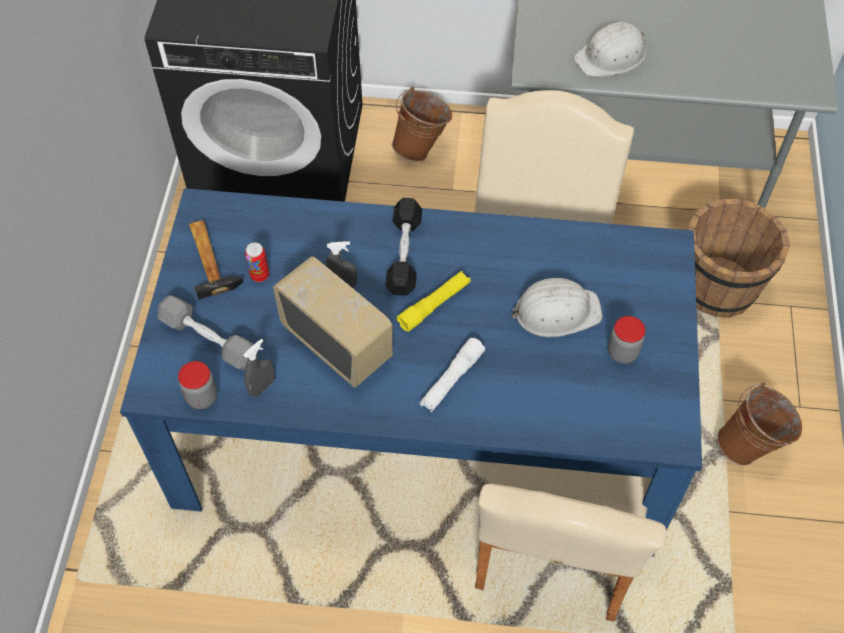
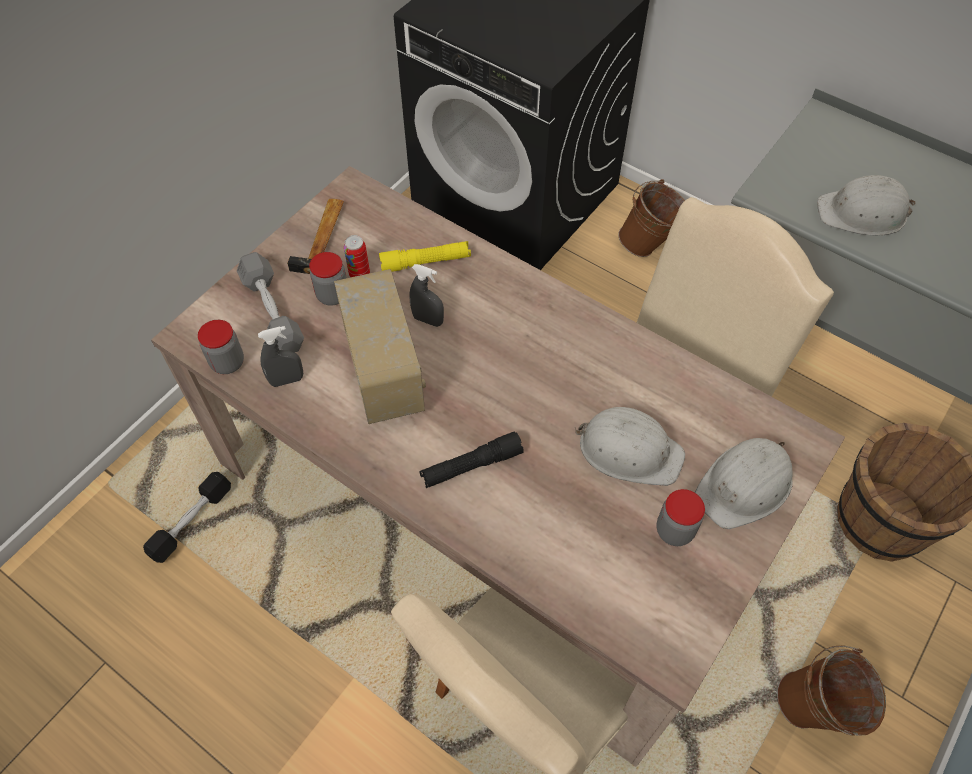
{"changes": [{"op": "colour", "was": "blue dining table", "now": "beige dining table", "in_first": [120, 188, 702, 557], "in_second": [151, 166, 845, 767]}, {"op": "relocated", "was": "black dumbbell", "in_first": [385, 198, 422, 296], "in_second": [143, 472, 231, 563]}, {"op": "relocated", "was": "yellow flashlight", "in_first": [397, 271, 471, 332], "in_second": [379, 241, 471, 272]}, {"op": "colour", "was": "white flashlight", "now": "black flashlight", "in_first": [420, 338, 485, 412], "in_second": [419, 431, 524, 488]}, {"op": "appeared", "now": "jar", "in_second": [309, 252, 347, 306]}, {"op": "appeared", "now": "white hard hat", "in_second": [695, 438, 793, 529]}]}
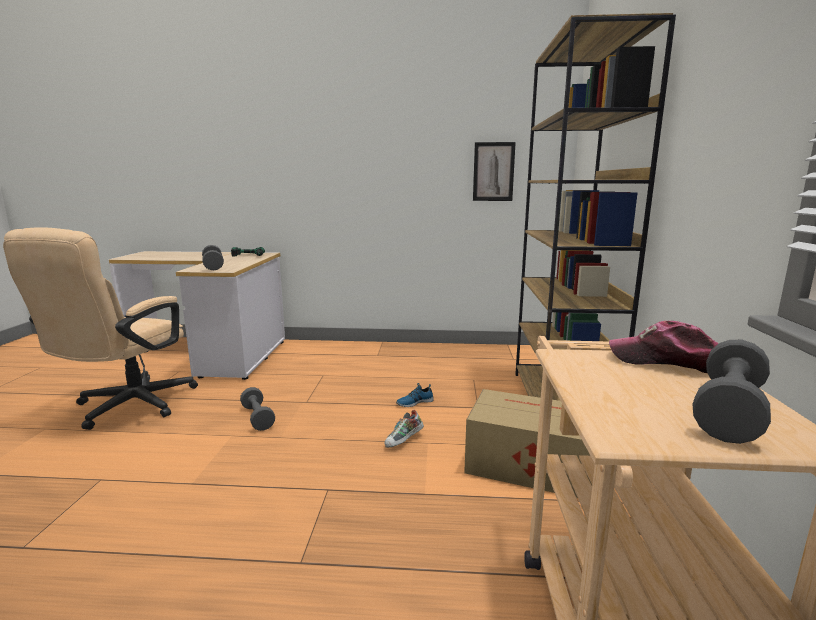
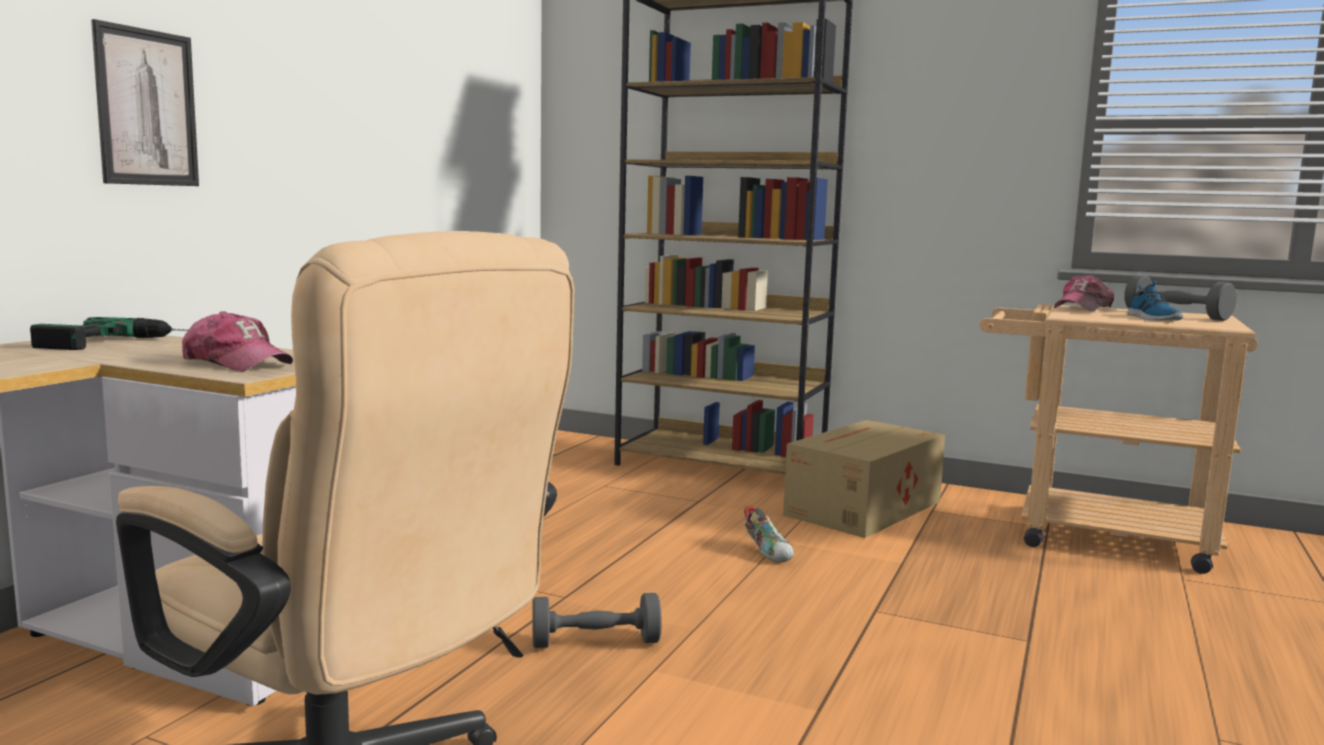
{"changes": [{"op": "relocated", "was": "picture", "in_first": [473, 142, 516, 201], "in_second": [91, 19, 199, 186]}, {"op": "exchanged", "was": "grey dumbbell", "now": "cap", "in_first": [202, 245, 224, 270], "in_second": [182, 311, 293, 371]}, {"op": "relocated", "was": "shoe", "in_first": [396, 383, 434, 407], "in_second": [1127, 280, 1183, 321]}]}
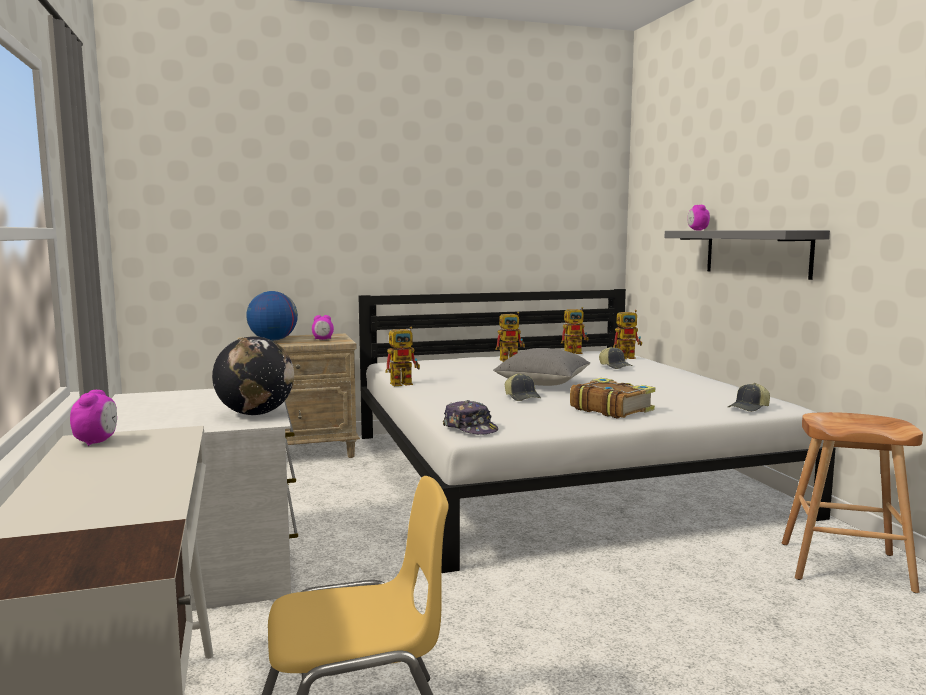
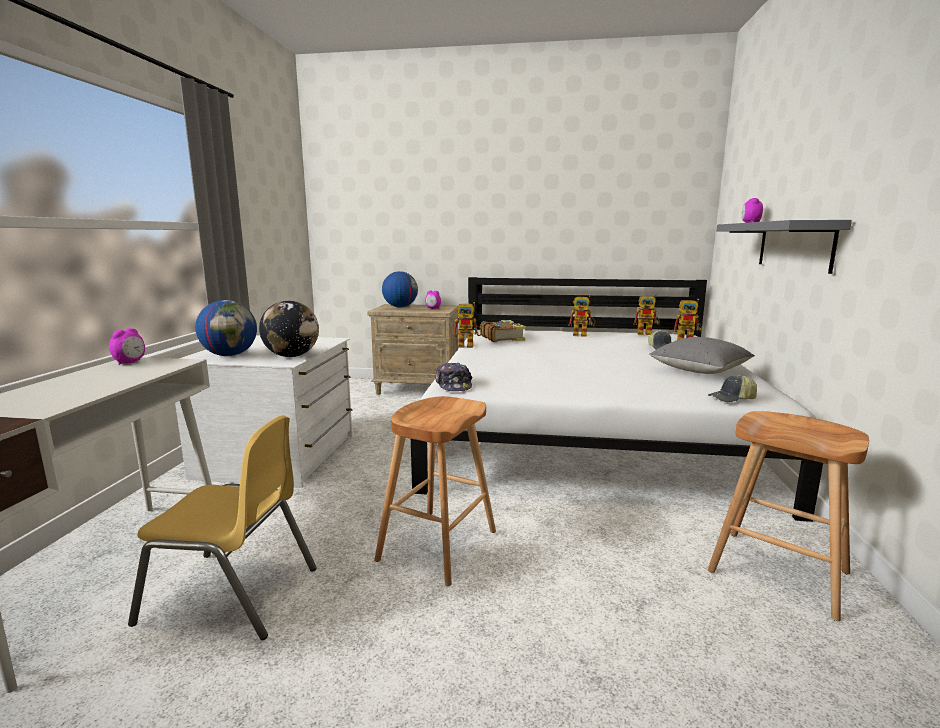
{"changes": [{"op": "relocated", "was": "grey pillow", "in_first": [493, 348, 590, 386], "in_second": [649, 337, 755, 374]}, {"op": "missing", "was": "cap", "in_first": [505, 373, 541, 401]}, {"op": "relocated", "was": "book", "in_first": [570, 378, 655, 418], "in_second": [480, 320, 526, 342]}, {"op": "appeared", "now": "globe", "in_second": [195, 300, 257, 356]}, {"op": "appeared", "now": "brown stool", "in_second": [374, 396, 496, 586]}]}
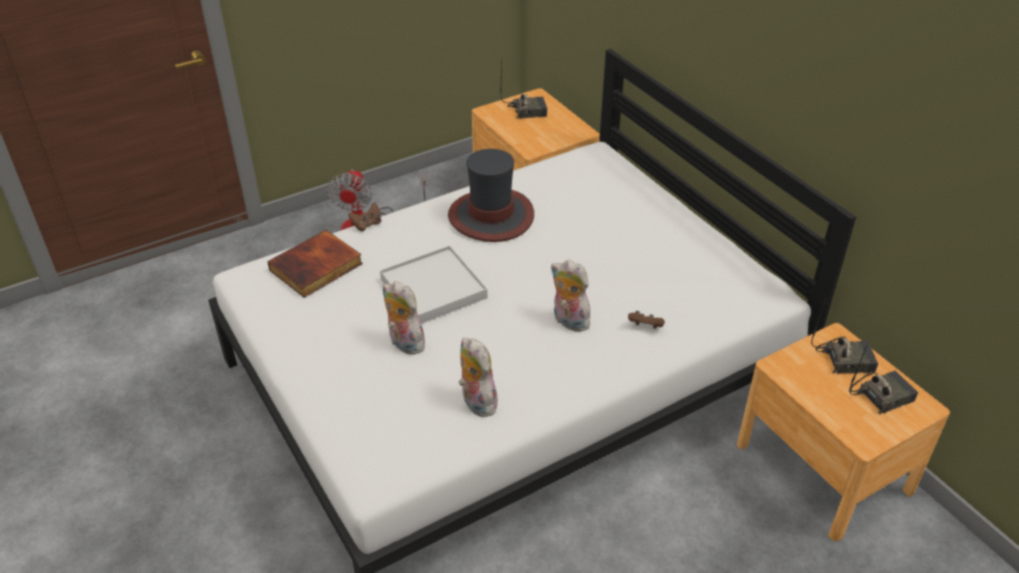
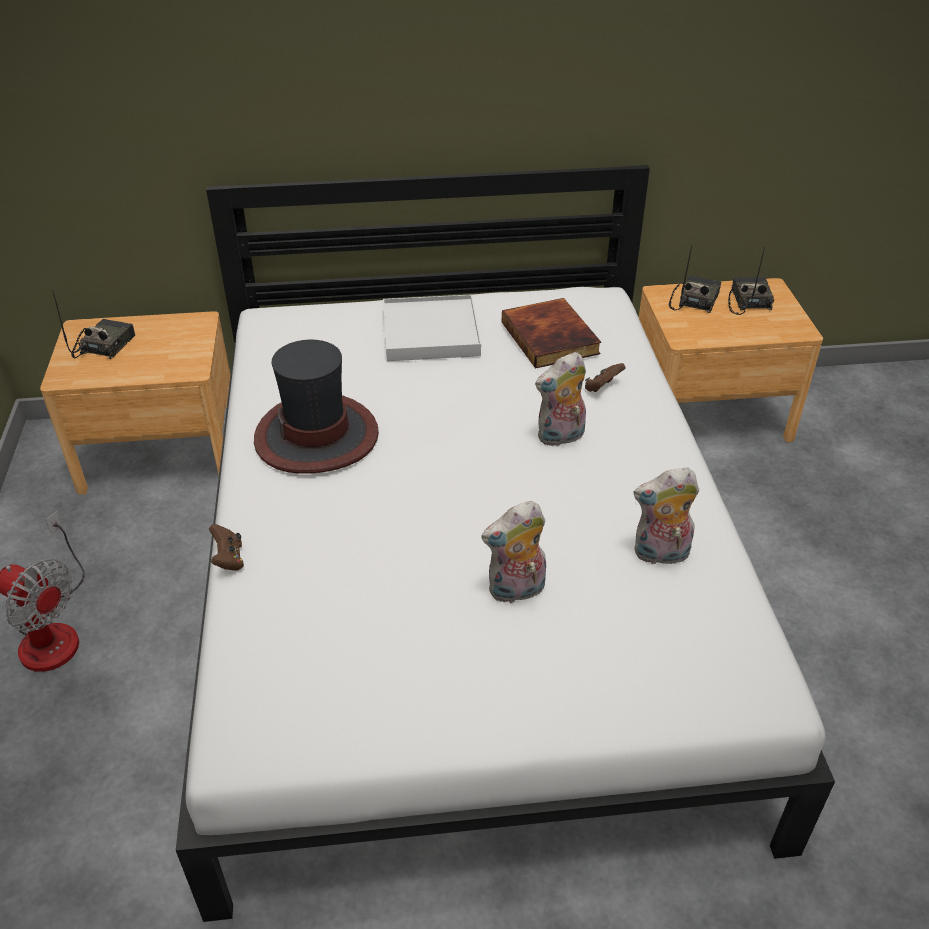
{"changes": [{"op": "relocated", "was": "book", "in_first": [267, 230, 363, 298], "in_second": [502, 298, 601, 369]}, {"op": "relocated", "was": "white tray", "in_first": [380, 245, 488, 324], "in_second": [383, 294, 481, 361]}]}
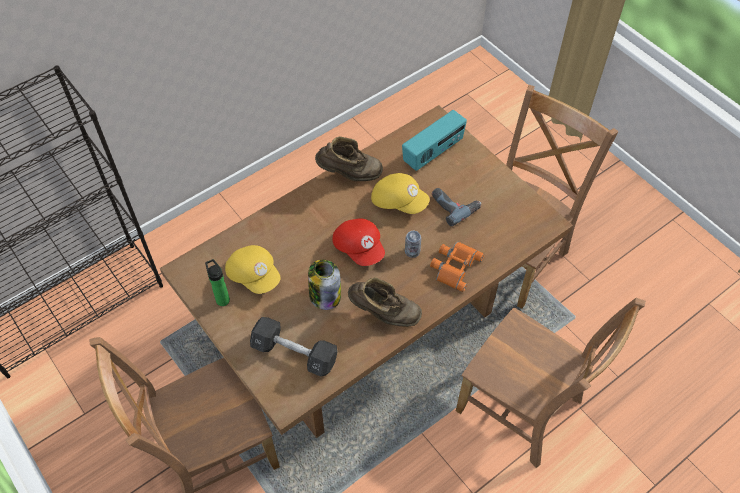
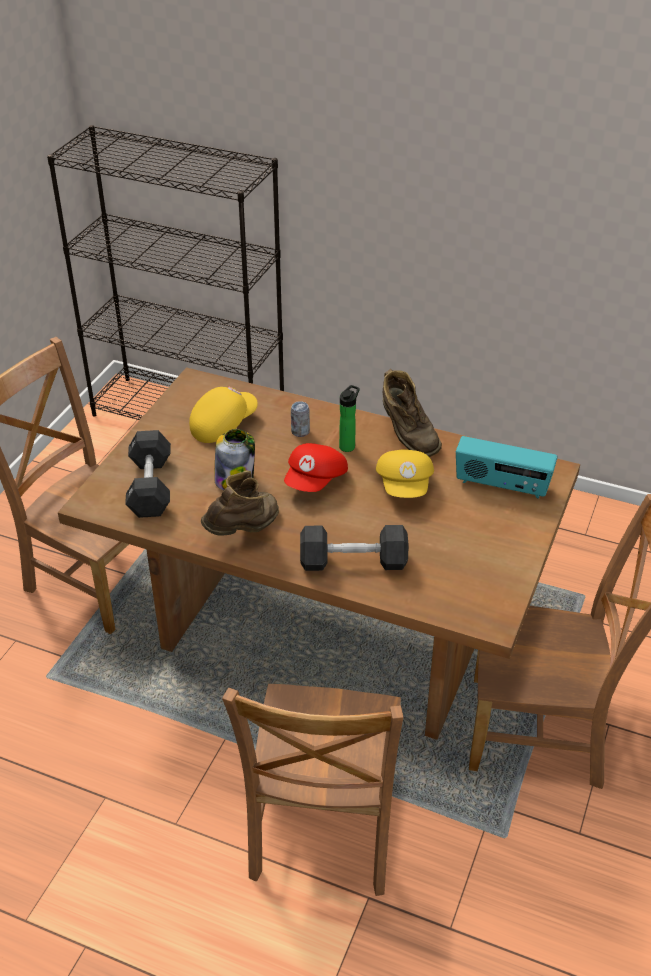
{"changes": [{"op": "missing", "was": "power drill", "in_first": [432, 188, 481, 226]}, {"op": "relocated", "was": "can", "in_first": [405, 231, 421, 258], "in_second": [291, 401, 310, 437]}, {"op": "exchanged", "was": "orange binoculars", "now": "black dumbbell", "in_first": [430, 242, 484, 292], "in_second": [300, 525, 408, 571]}, {"op": "spun", "was": "yellow cap", "in_first": [225, 245, 281, 294], "in_second": [189, 386, 258, 443], "clockwise": -150}, {"op": "relocated", "was": "bottle", "in_first": [205, 259, 230, 306], "in_second": [339, 385, 360, 452]}, {"op": "spun", "was": "brown boot", "in_first": [348, 277, 422, 327], "in_second": [201, 470, 279, 535], "clockwise": -120}]}
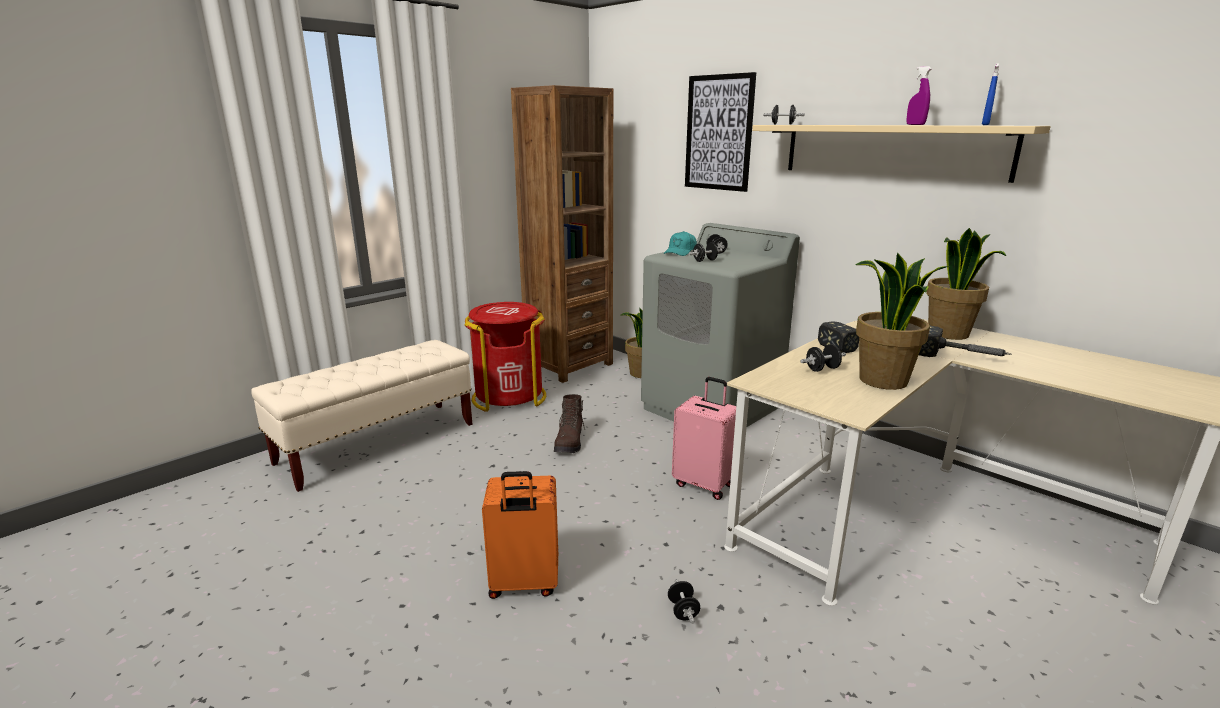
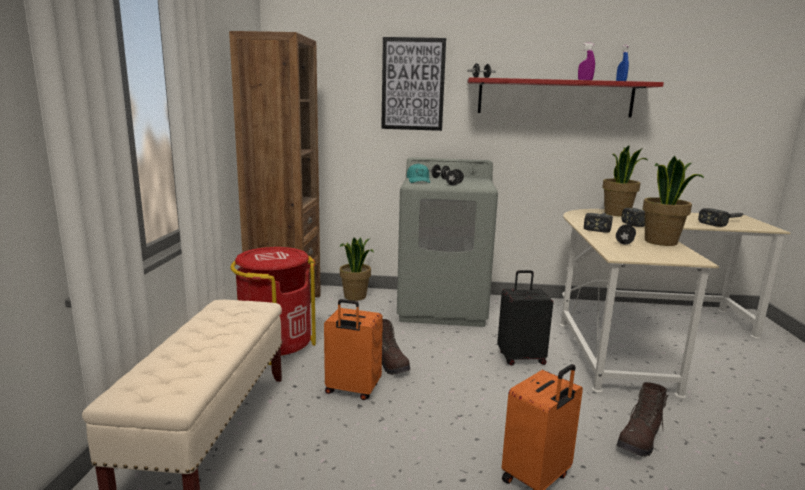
{"changes": [{"op": "colour", "was": "beige shelf", "now": "red shelf", "in_first": [752, 125, 1051, 183], "in_second": [467, 77, 664, 117]}, {"op": "colour", "was": "pink suitcase", "now": "black suitcase", "in_first": [672, 377, 736, 500], "in_second": [497, 270, 553, 365]}, {"op": "exchanged", "was": "black dumbbell", "now": "brown boot", "in_first": [668, 579, 700, 624], "in_second": [616, 382, 668, 457]}, {"op": "appeared", "now": "hammer", "in_second": [698, 208, 744, 227]}, {"op": "appeared", "now": "orange suitcase", "in_second": [324, 299, 383, 400]}]}
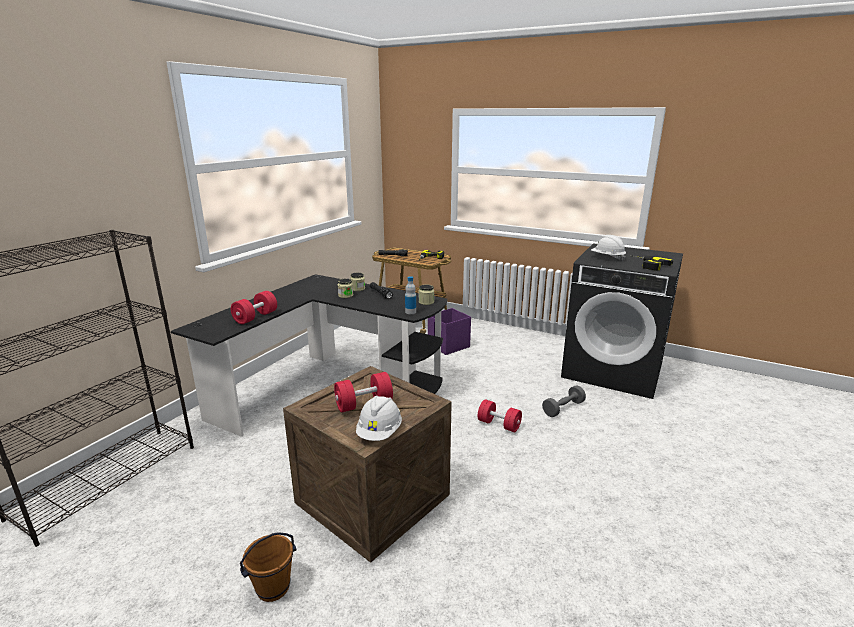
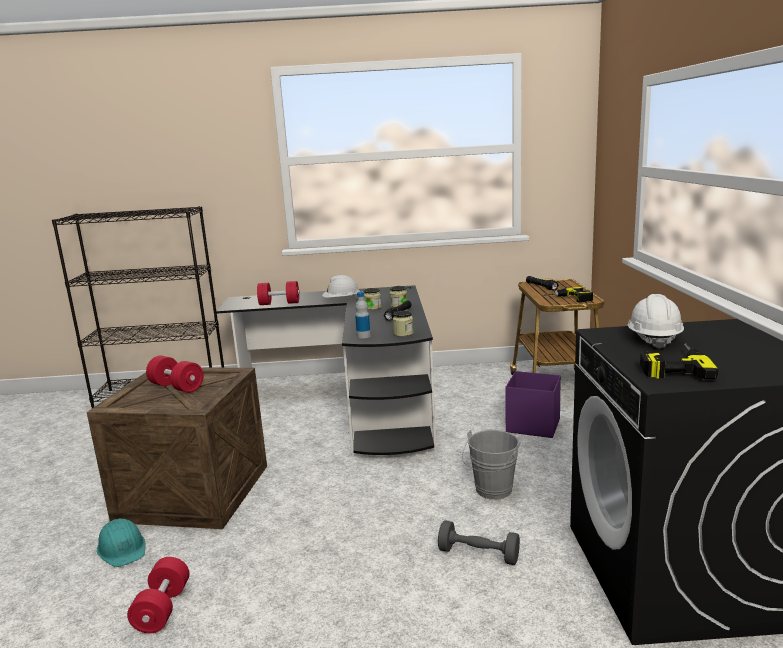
{"changes": [{"op": "relocated", "was": "white hard hat", "in_first": [356, 396, 402, 441], "in_second": [322, 275, 360, 299]}, {"op": "relocated", "was": "red dumbbell", "in_first": [478, 399, 522, 432], "in_second": [127, 557, 190, 633]}, {"op": "missing", "was": "brown bucket", "in_first": [240, 532, 296, 602]}, {"op": "appeared", "now": "grey bucket", "in_second": [462, 430, 520, 500]}, {"op": "appeared", "now": "turquoise hard hat", "in_second": [97, 518, 146, 567]}]}
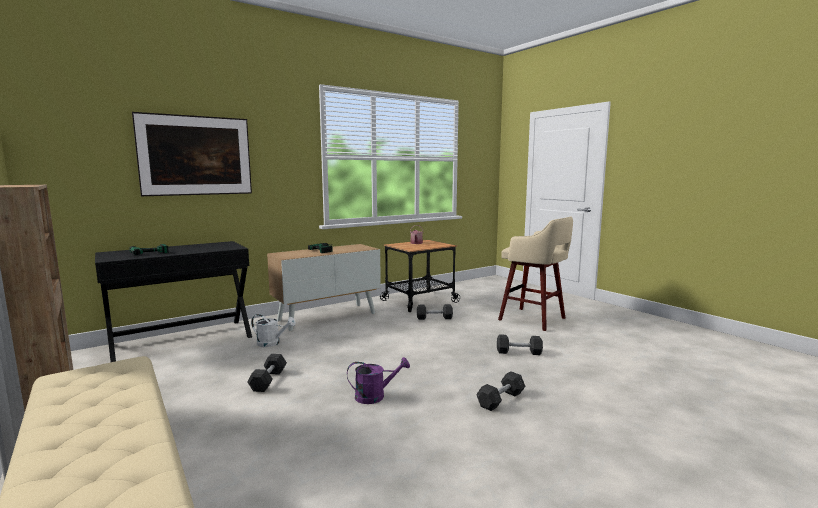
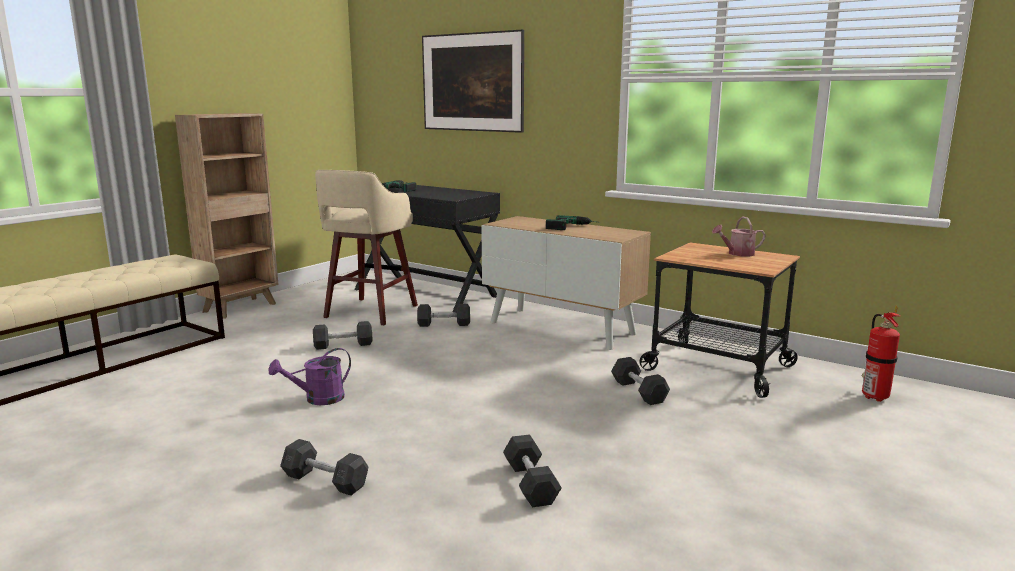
{"changes": [{"op": "relocated", "was": "beige stool", "in_first": [498, 216, 573, 331], "in_second": [315, 170, 418, 325]}, {"op": "exchanged", "was": "white watering can", "now": "grey dumbbell", "in_first": [251, 314, 296, 347], "in_second": [417, 304, 470, 327]}, {"op": "spun", "was": "purple watering can", "in_first": [347, 357, 410, 404], "in_second": [269, 348, 351, 405], "clockwise": 90}, {"op": "appeared", "now": "fire extinguisher", "in_second": [862, 306, 901, 402]}]}
